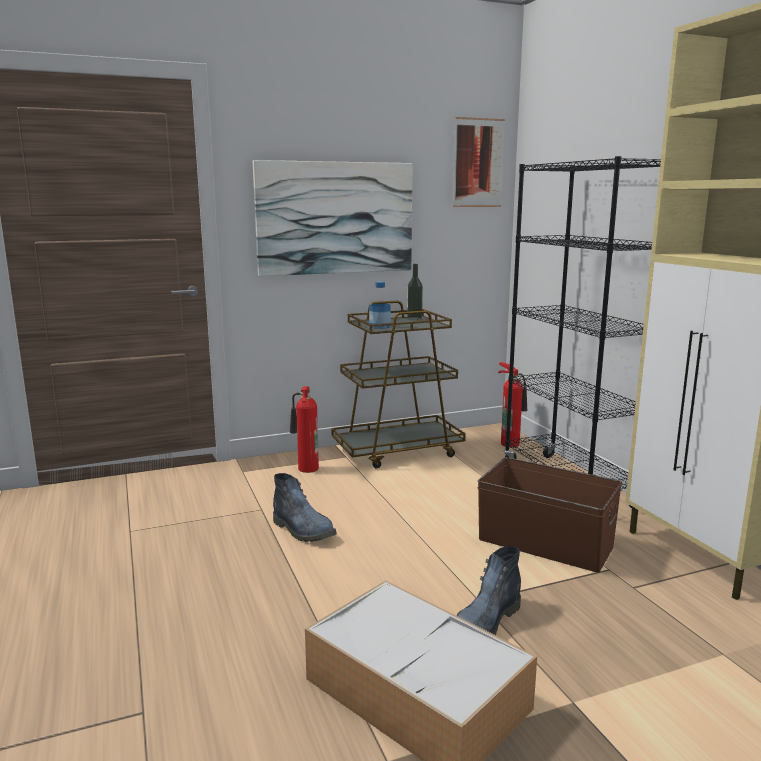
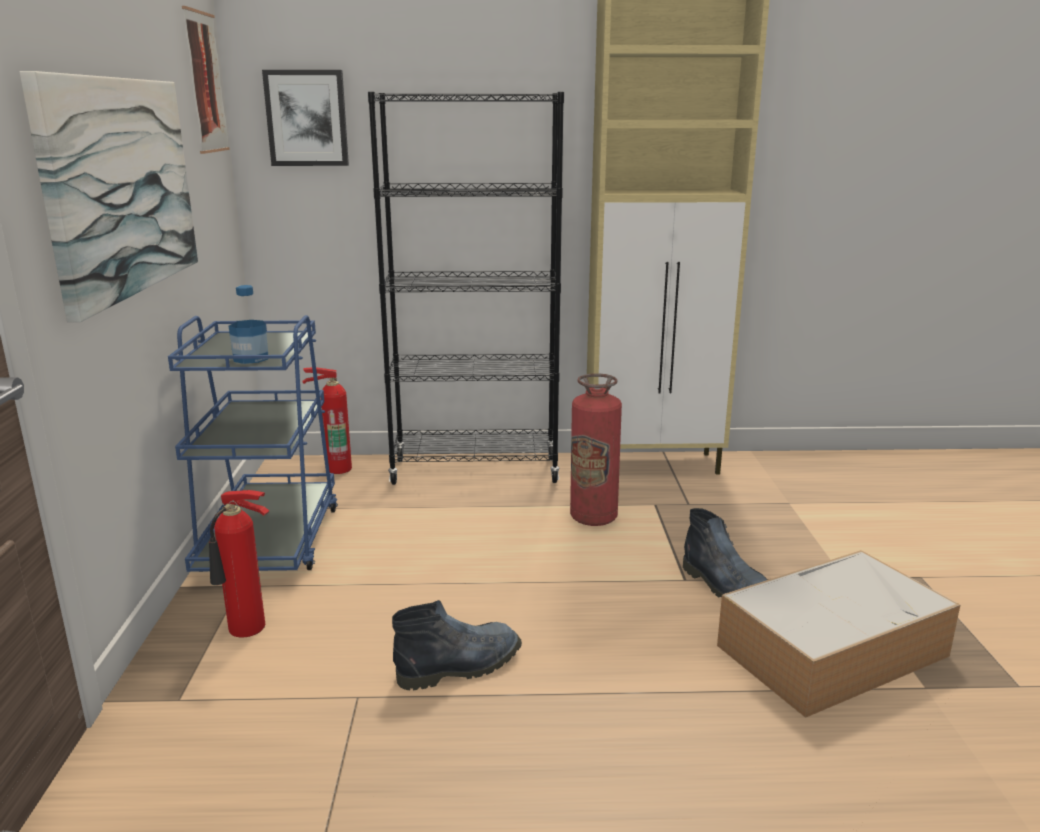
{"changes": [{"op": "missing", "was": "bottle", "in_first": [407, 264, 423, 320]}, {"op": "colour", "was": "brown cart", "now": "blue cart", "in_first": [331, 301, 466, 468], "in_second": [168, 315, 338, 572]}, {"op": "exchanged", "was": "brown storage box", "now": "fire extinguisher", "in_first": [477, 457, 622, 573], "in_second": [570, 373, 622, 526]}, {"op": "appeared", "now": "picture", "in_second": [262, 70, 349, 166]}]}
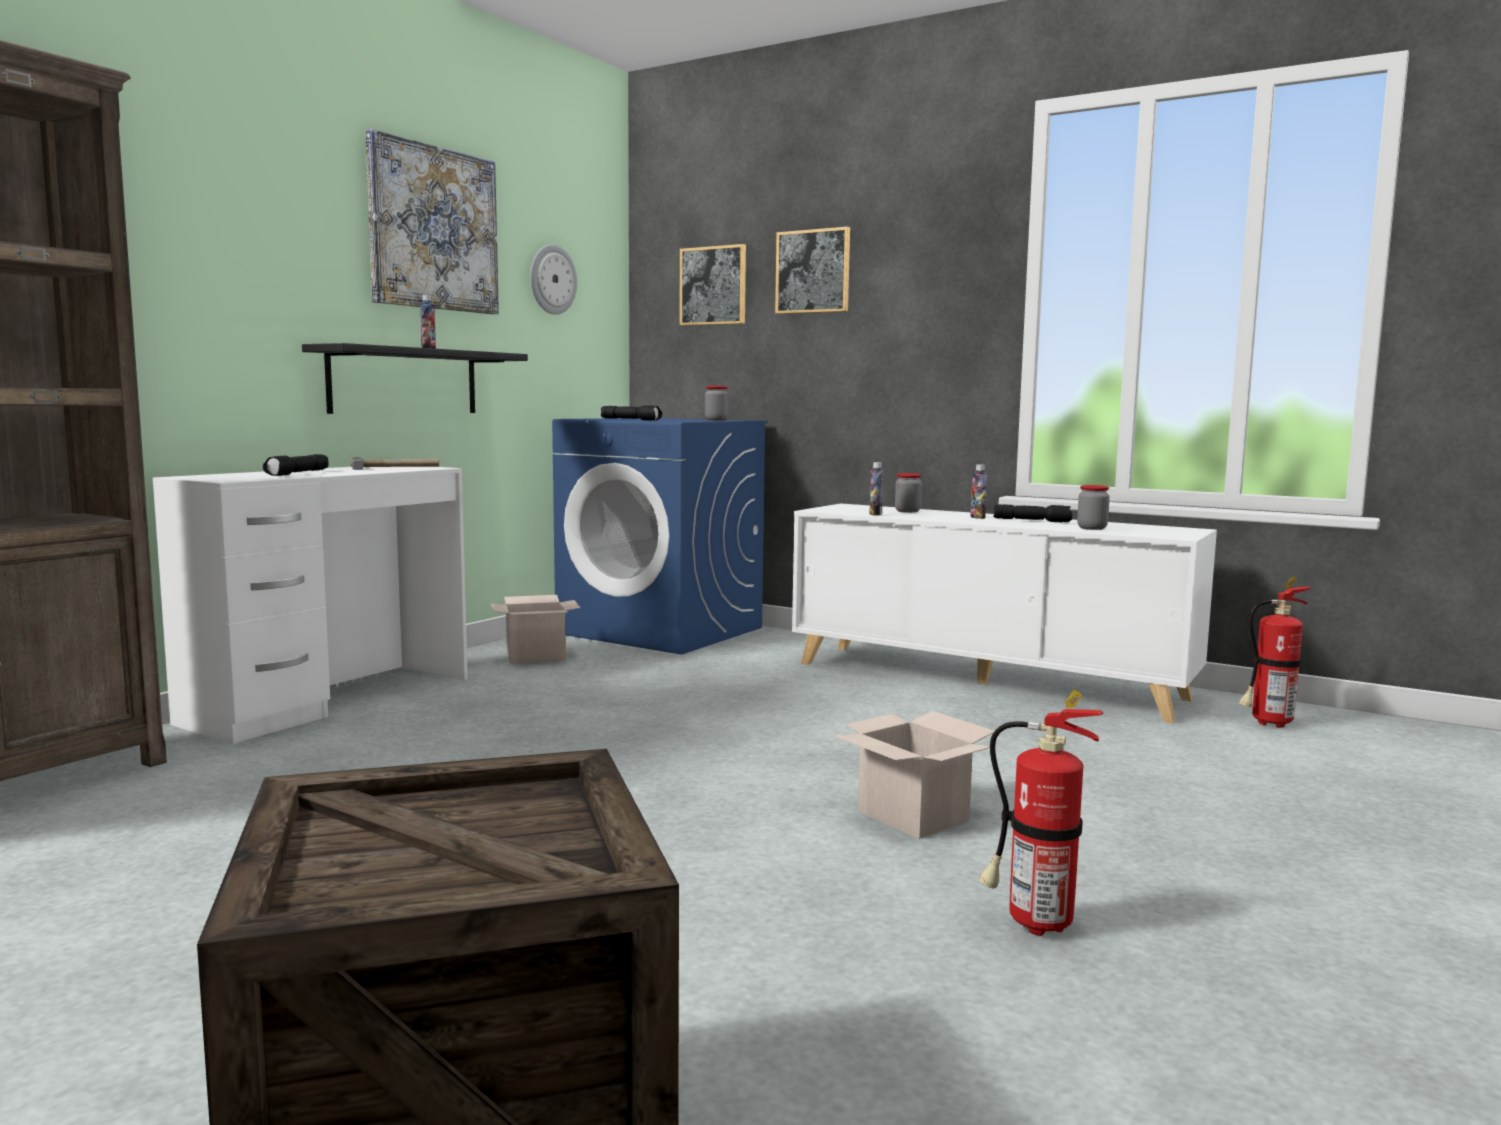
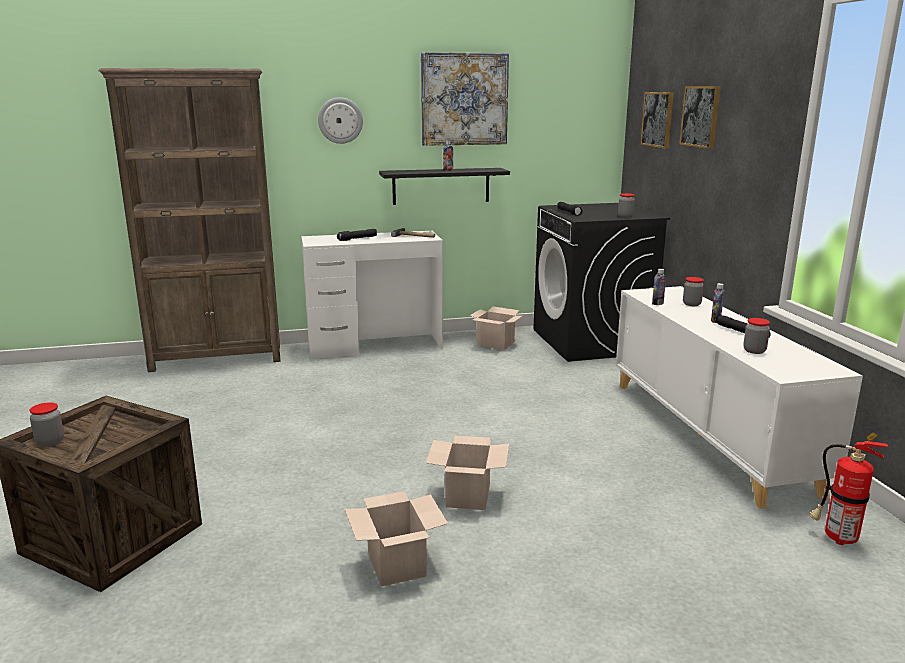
{"changes": [{"op": "relocated", "was": "wall clock", "in_first": [530, 244, 577, 315], "in_second": [318, 97, 363, 144]}, {"op": "colour", "was": "blue washing machine", "now": "black washing machine", "in_first": [552, 418, 768, 655], "in_second": [533, 203, 670, 362]}, {"op": "exchanged", "was": "fire extinguisher", "now": "cardboard box", "in_first": [979, 689, 1104, 936], "in_second": [345, 491, 448, 586]}, {"op": "appeared", "now": "jar", "in_second": [29, 402, 64, 447]}]}
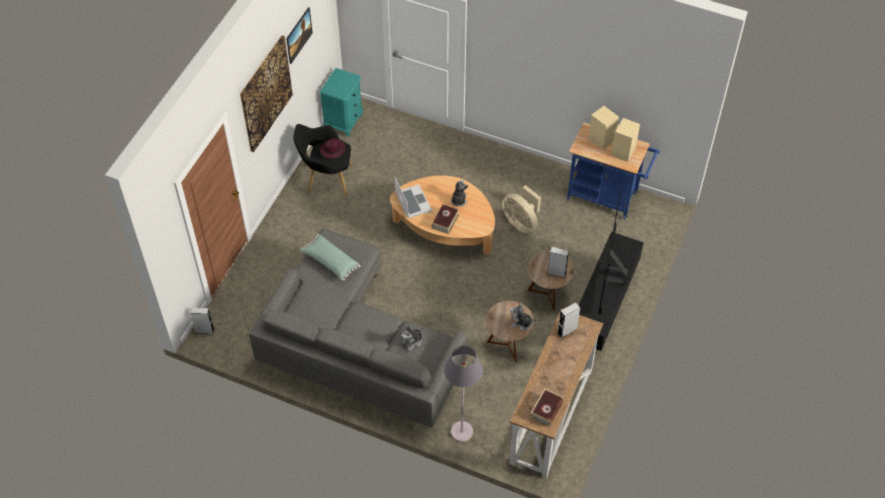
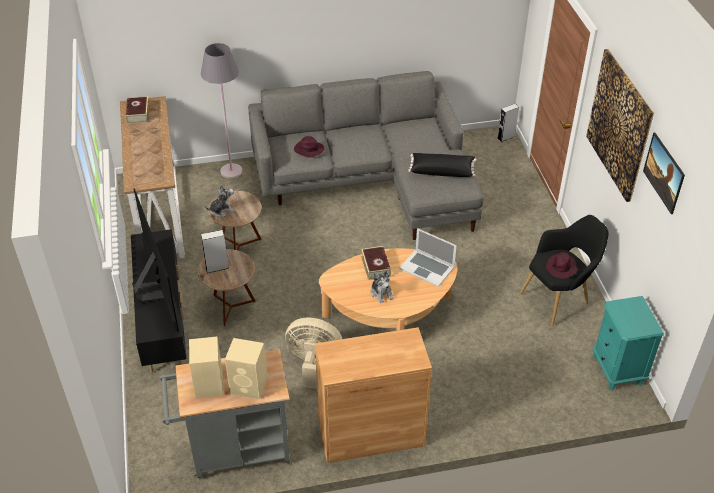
{"changes": [{"op": "colour", "was": "blue cart", "now": "grey cart", "in_first": [567, 122, 660, 219], "in_second": [160, 349, 290, 479]}, {"op": "colour", "was": "green pillow", "now": "black pillow", "in_first": [300, 234, 360, 281], "in_second": [408, 153, 477, 177]}, {"op": "missing", "was": "grey speaker", "in_first": [557, 302, 580, 338]}, {"op": "exchanged", "was": "plush toy", "now": "purple hat", "in_first": [401, 324, 423, 351], "in_second": [294, 136, 325, 158]}, {"op": "appeared", "now": "brown cabinet", "in_second": [315, 327, 432, 463]}]}
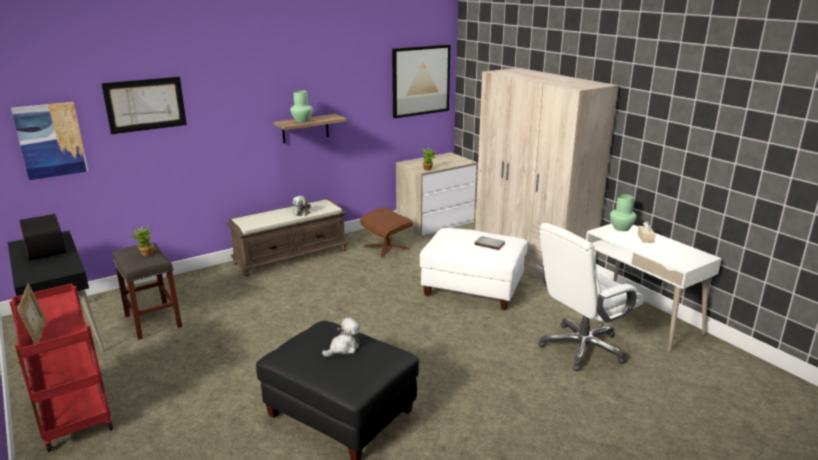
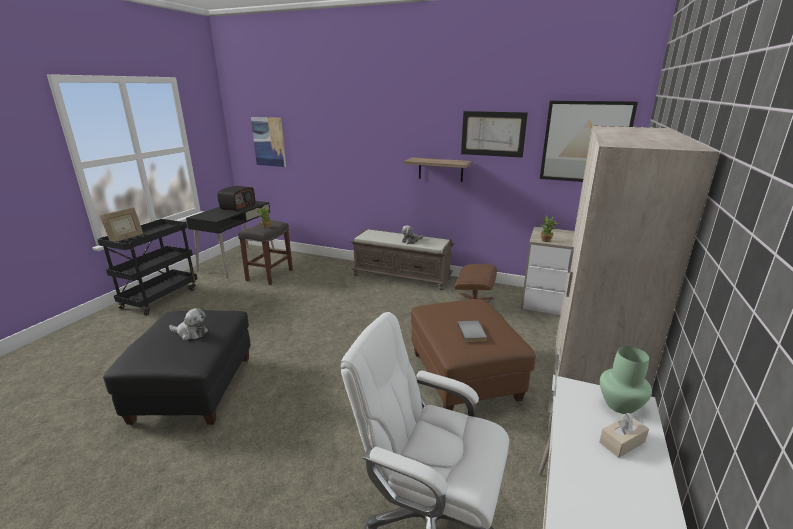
{"changes": [{"op": "relocated", "was": "picture", "in_first": [101, 77, 187, 134], "in_second": [461, 111, 528, 158]}, {"op": "missing", "was": "green vase", "in_first": [290, 90, 313, 123]}, {"op": "colour", "was": "white ottoman", "now": "brown ottoman", "in_first": [420, 228, 528, 310], "in_second": [411, 299, 536, 411]}, {"op": "colour", "was": "red cart", "now": "black cart", "in_first": [9, 283, 113, 452], "in_second": [97, 219, 198, 315]}]}
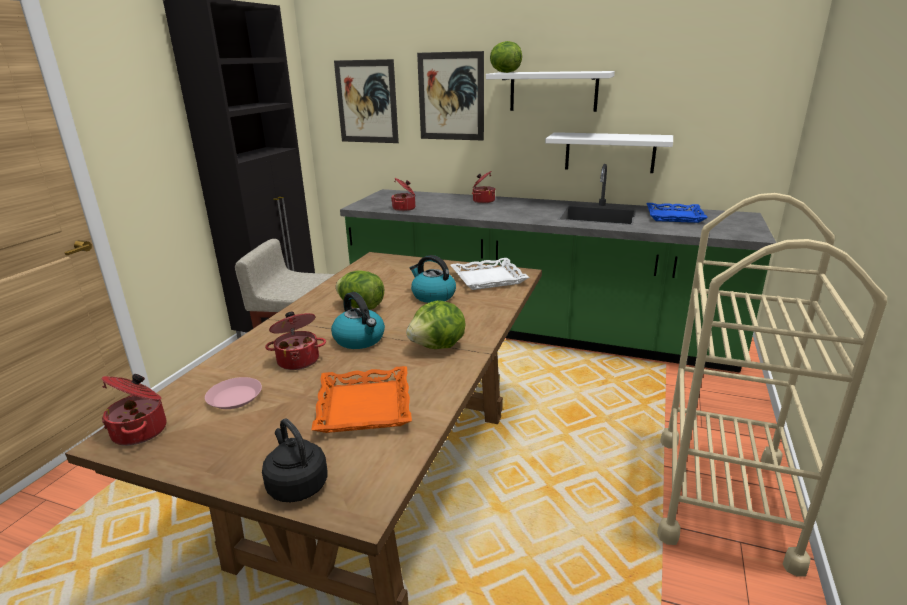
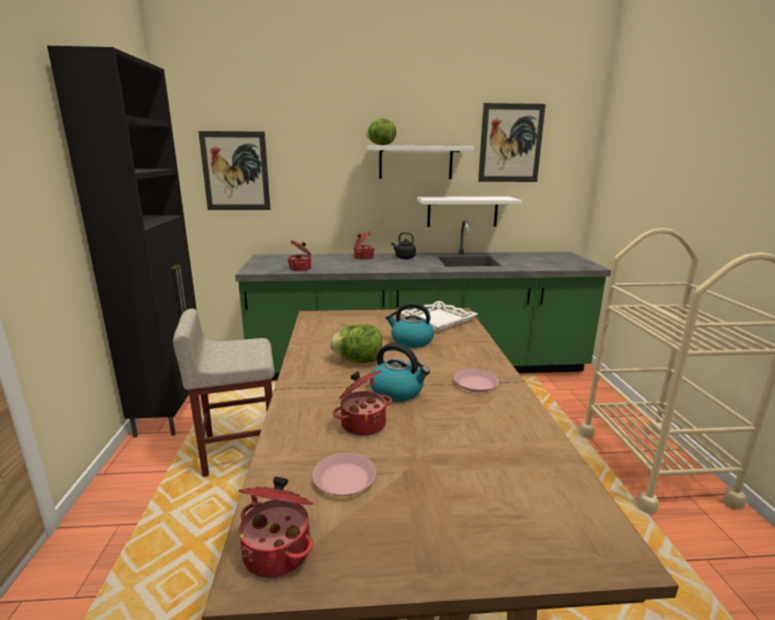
{"changes": [{"op": "relocated", "was": "picture", "in_first": [417, 51, 484, 140], "in_second": [478, 103, 546, 182]}, {"op": "missing", "was": "blue tray", "in_first": [646, 203, 708, 223]}, {"op": "exchanged", "was": "lettuce", "now": "pink plate", "in_first": [406, 300, 465, 349], "in_second": [454, 369, 499, 392]}, {"op": "missing", "was": "orange tray", "in_first": [311, 366, 412, 433]}, {"op": "relocated", "was": "black kettle", "in_first": [262, 418, 328, 502], "in_second": [392, 232, 416, 259]}]}
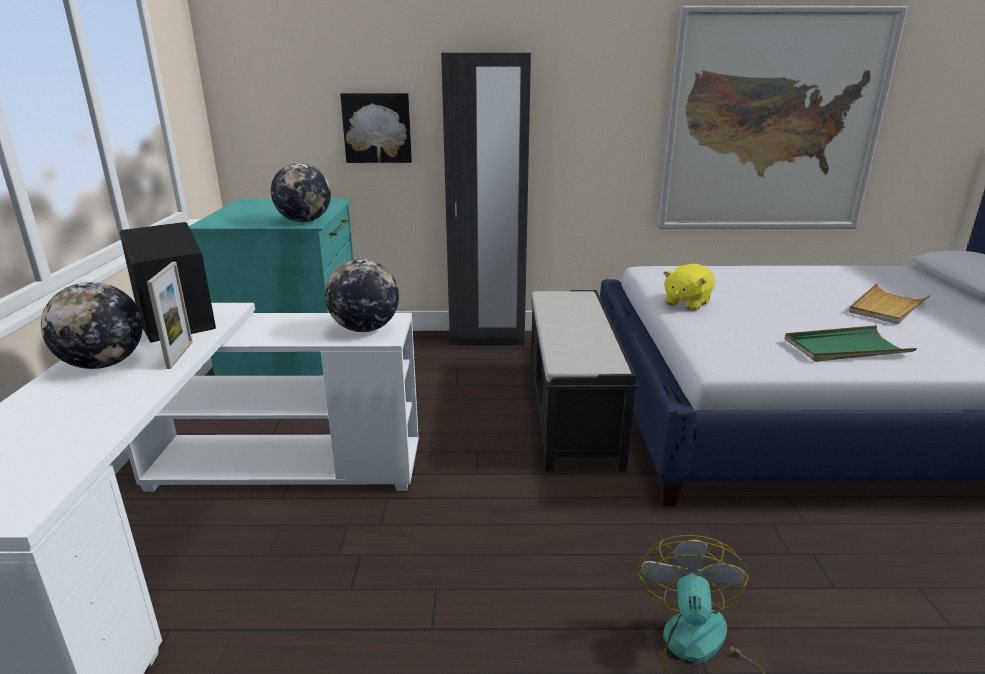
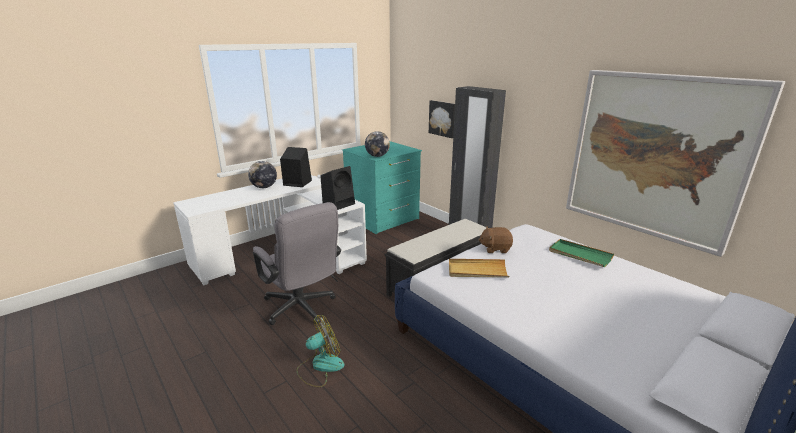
{"changes": [{"op": "exchanged", "was": "globe", "now": "black speaker", "in_first": [325, 259, 399, 332], "in_second": [320, 166, 355, 210]}, {"op": "missing", "was": "picture frame", "in_first": [147, 262, 193, 369]}, {"op": "colour", "was": "yellow plush toy", "now": "brown plush toy", "in_first": [663, 264, 714, 311], "in_second": [478, 226, 513, 253]}, {"op": "relocated", "was": "beige tray", "in_first": [849, 284, 930, 324], "in_second": [449, 259, 509, 278]}, {"op": "relocated", "was": "green tray", "in_first": [785, 325, 917, 362], "in_second": [549, 239, 614, 267]}, {"op": "appeared", "now": "grey office chair", "in_second": [253, 202, 341, 325]}]}
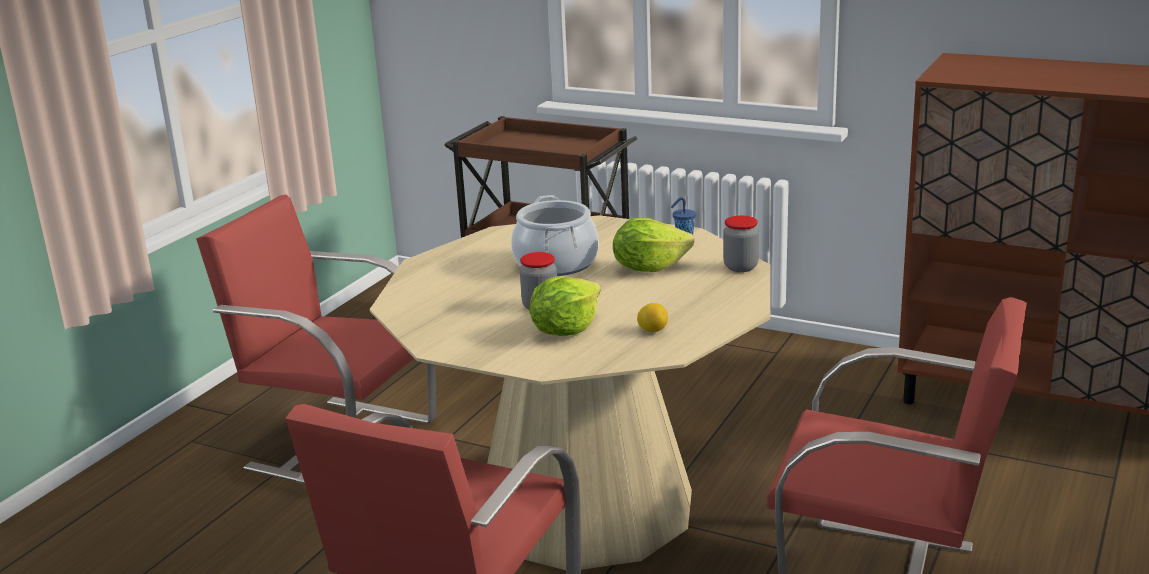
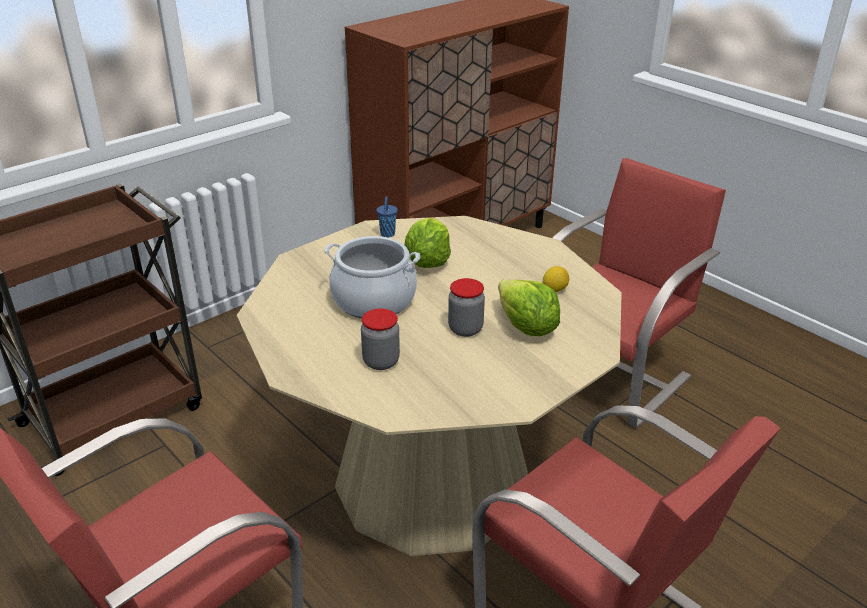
{"changes": [{"op": "relocated", "was": "jar", "in_first": [723, 215, 759, 272], "in_second": [361, 309, 400, 370]}]}
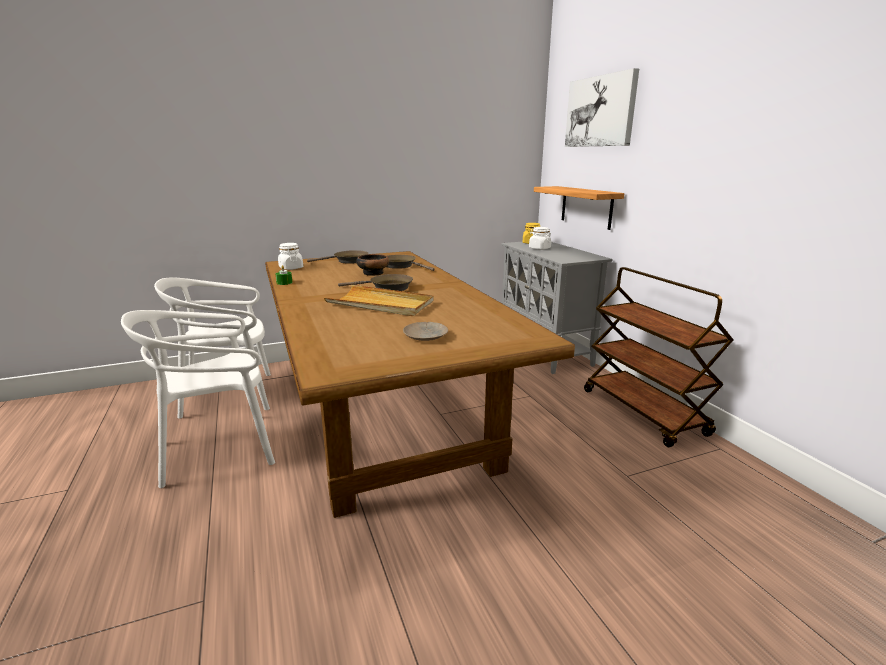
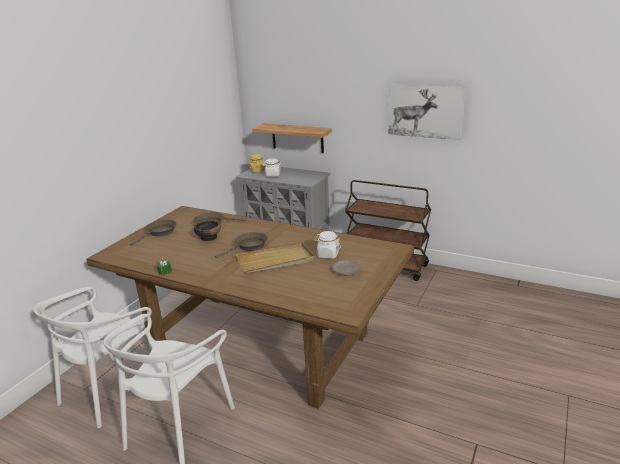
{"changes": [{"op": "relocated", "was": "picture", "in_first": [565, 68, 639, 147], "in_second": [388, 84, 466, 140]}, {"op": "relocated", "was": "white jar", "in_first": [278, 243, 303, 270], "in_second": [315, 231, 341, 259]}]}
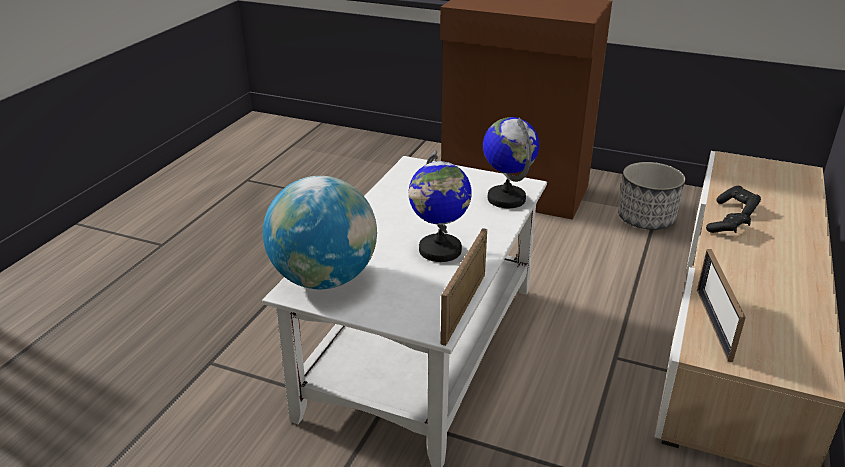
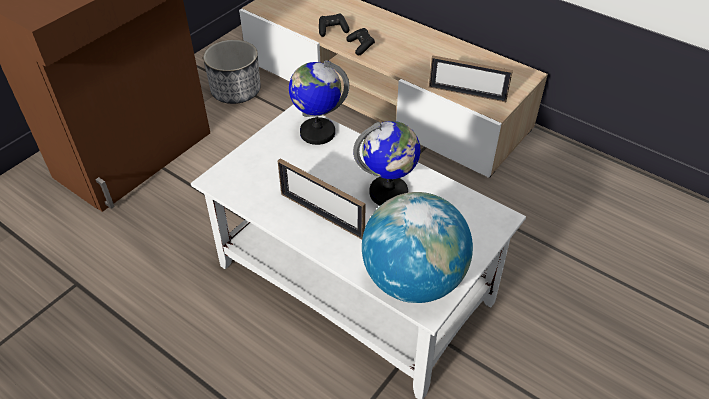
{"changes": [{"op": "relocated", "was": "picture frame", "in_first": [441, 228, 487, 346], "in_second": [278, 159, 366, 239]}]}
